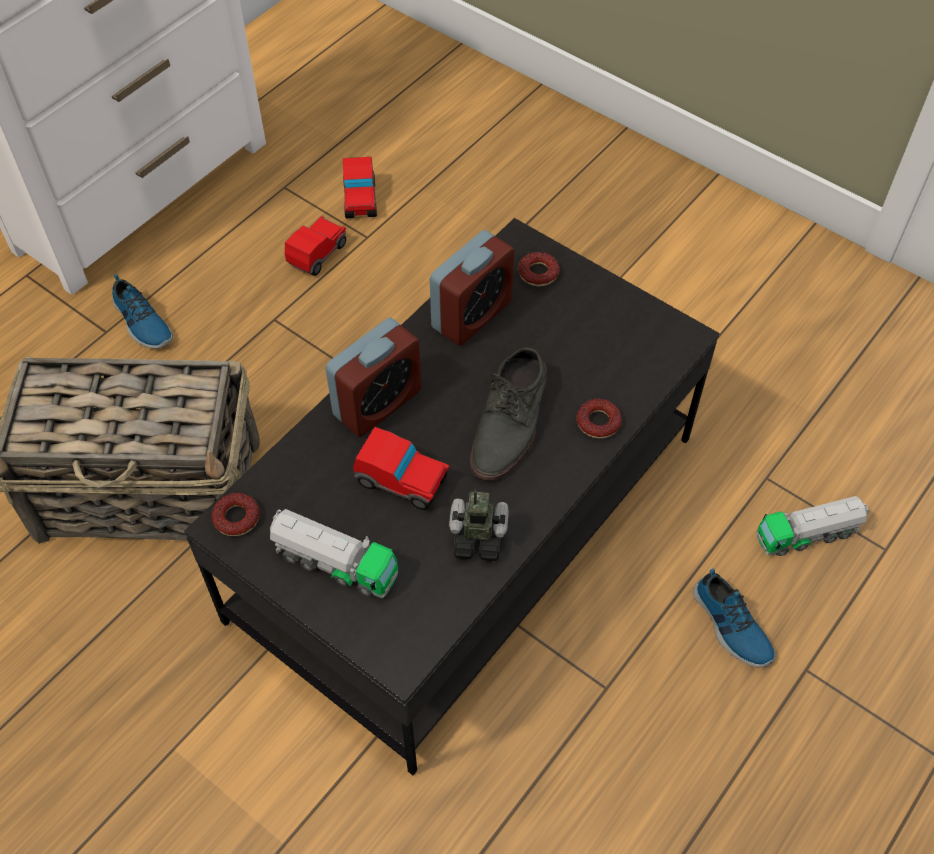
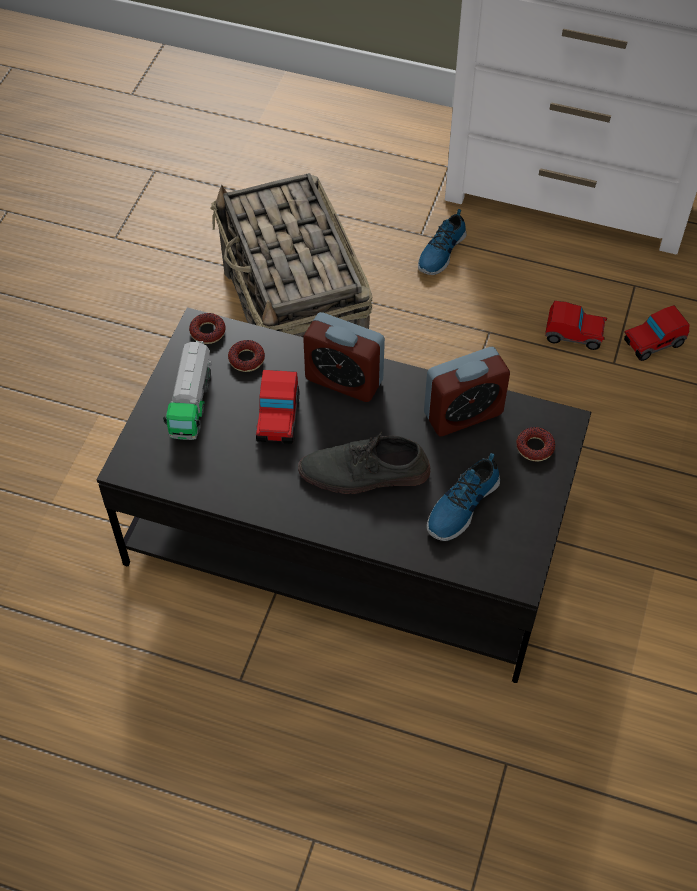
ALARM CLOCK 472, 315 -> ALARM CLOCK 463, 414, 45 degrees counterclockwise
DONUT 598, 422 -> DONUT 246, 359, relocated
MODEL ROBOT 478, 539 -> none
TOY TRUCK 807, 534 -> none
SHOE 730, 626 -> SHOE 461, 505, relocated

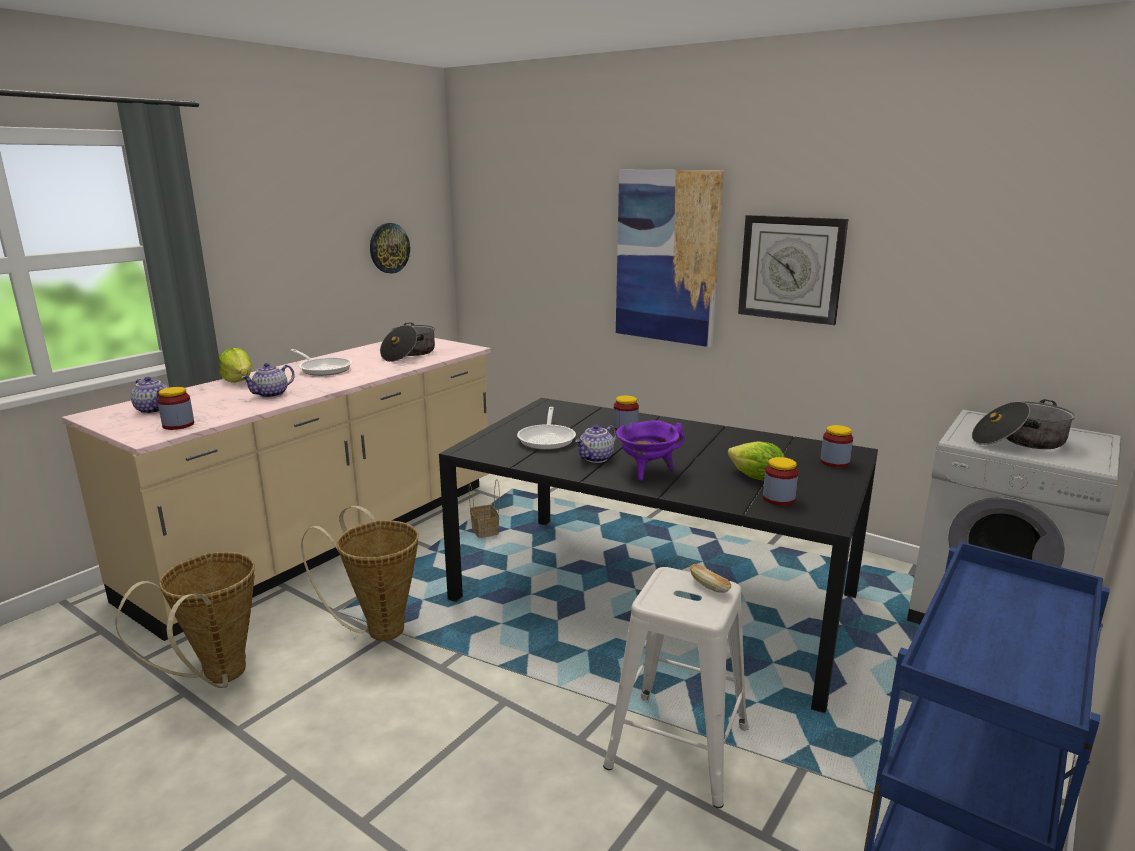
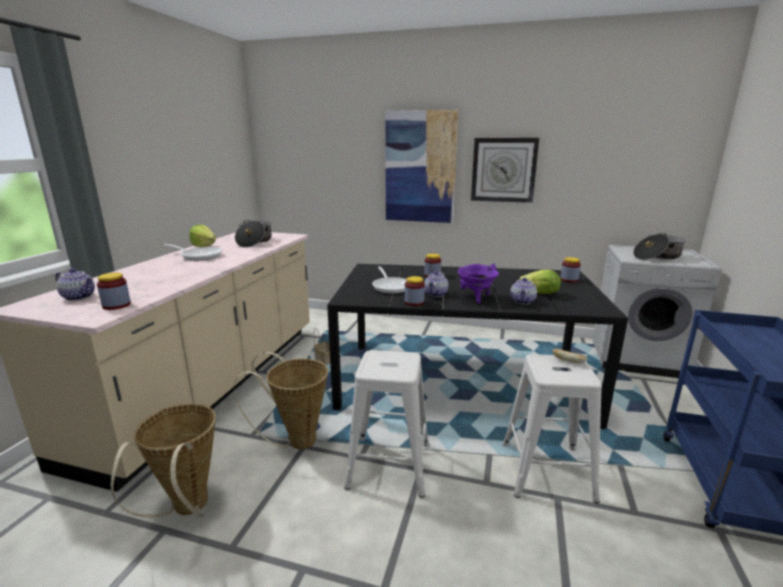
CLOCK ON THE WALL 389, 248 -> none
LETTUCE 239, 380 -> LETTUCE 204, 246, relocated
TEA POT 271, 395 -> TEA POT 523, 301, relocated
PRESERVE JAR 778, 499 -> PRESERVE JAR 414, 302, relocated
none -> WHITE-COLOURED STOOL 389, 465

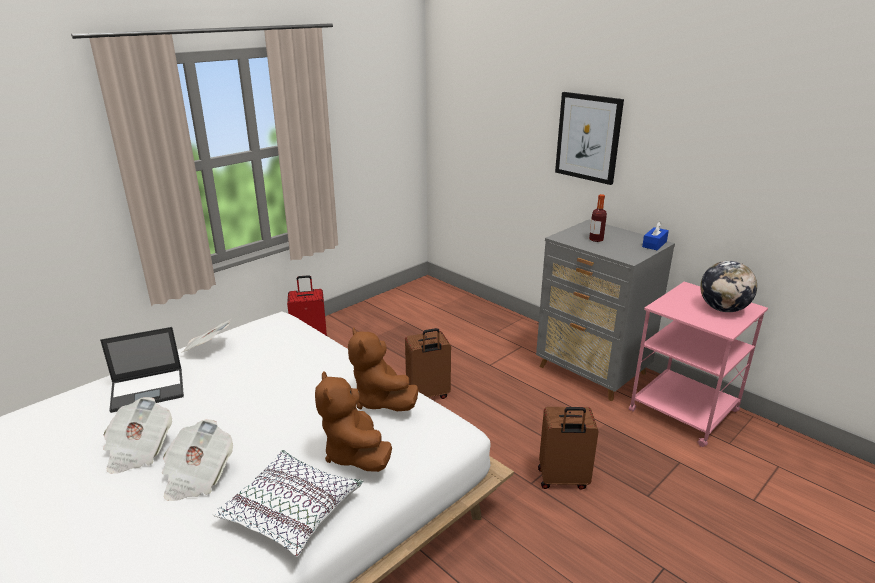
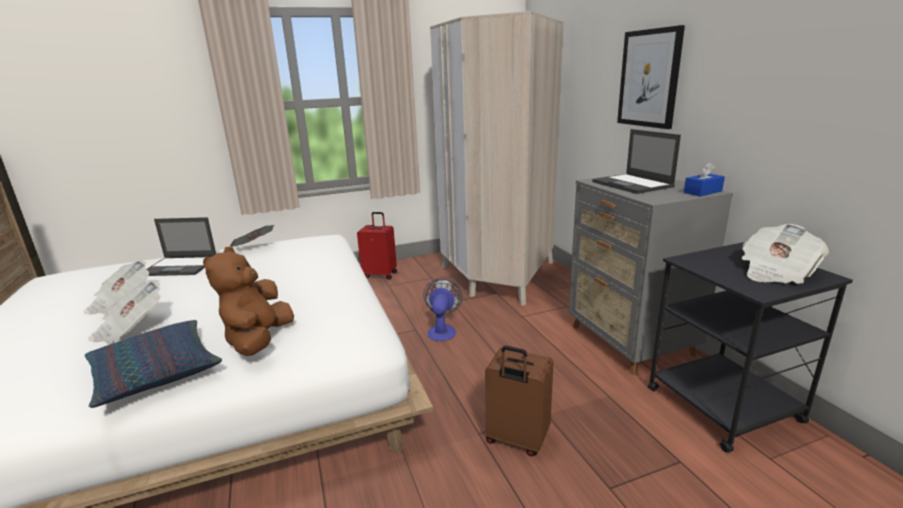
BEVERAGE BOTTLE 596, 239 -> LAPTOP 633, 184
WORLD GLOBE 723, 309 -> PRINTED PAPER 775, 272
PINK-COLOURED TROLLEY 685, 412 -> BLACK TROLLEY 724, 406
BROWNISH SOFT TOY 381, 400 -> none
BROWNISH PIECE OF LUGGAGE 427, 395 -> ELECTRIC FAN 442, 330
WHITE-COLOURED PILLOW 291, 511 -> BLUISH PILLOW 155, 372
none -> BEIGE CLOTHES CUPBOARD 495, 273

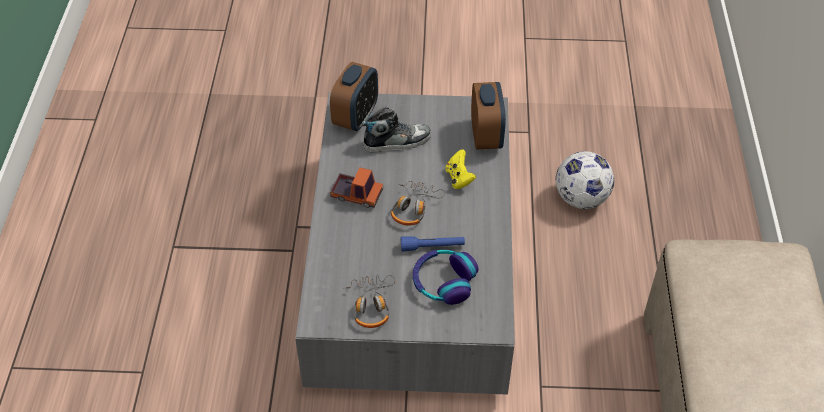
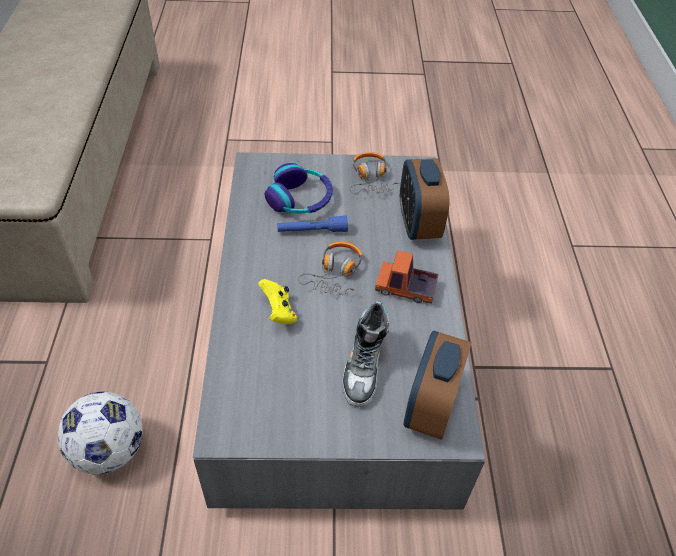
ALARM CLOCK 486, 136 -> ALARM CLOCK 418, 224, relocated
SHOE 397, 141 -> SHOE 364, 366, 60 degrees counterclockwise

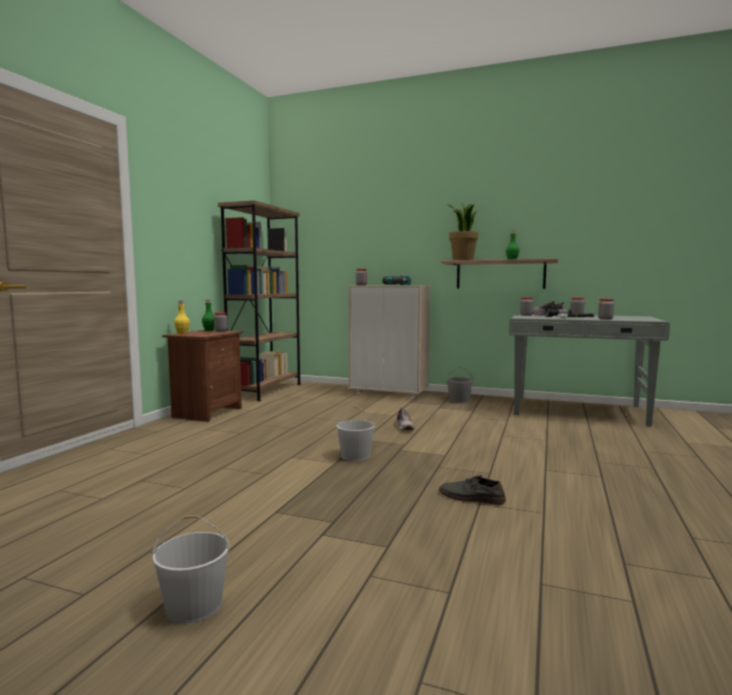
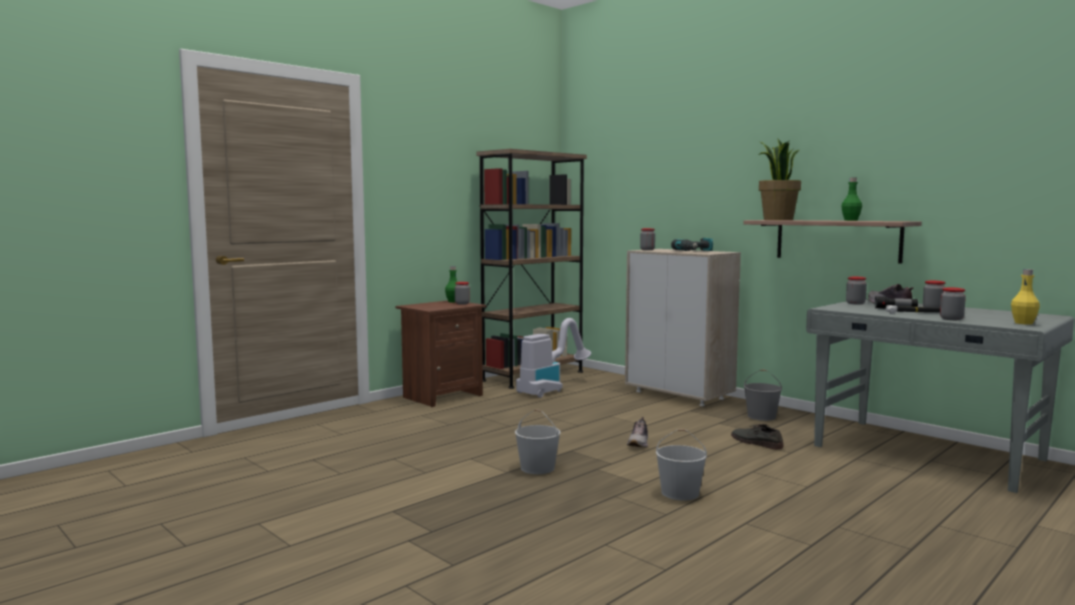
YELLOW BEVERAGE BOTTLE 182, 333 -> YELLOW BEVERAGE BOTTLE 1023, 323, relocated
GRAY SHOE 471, 498 -> GRAY SHOE 756, 442, relocated
WHITE-COLOURED WATER BUCKET 195, 605 -> WHITE-COLOURED WATER BUCKET 680, 493, relocated
none -> HOOVER 551, 389

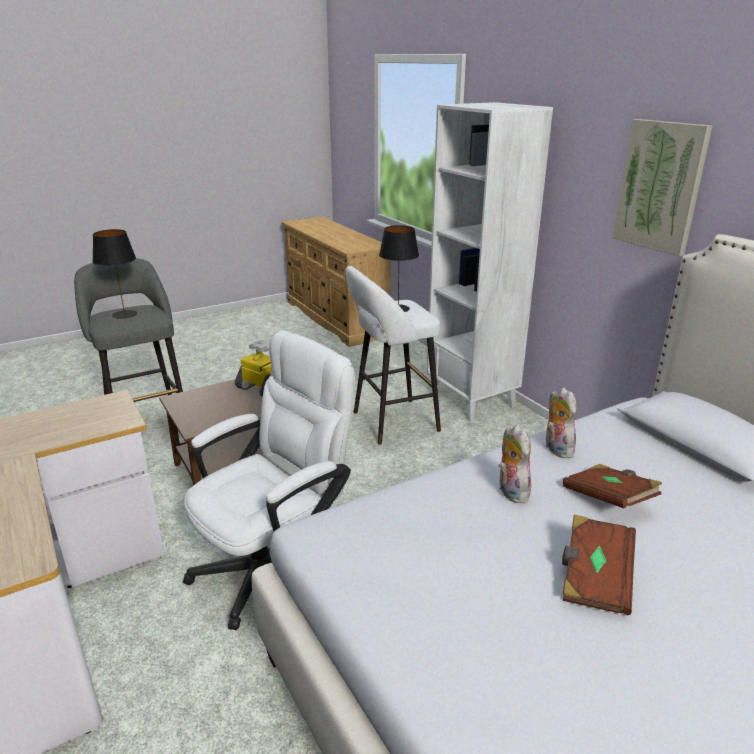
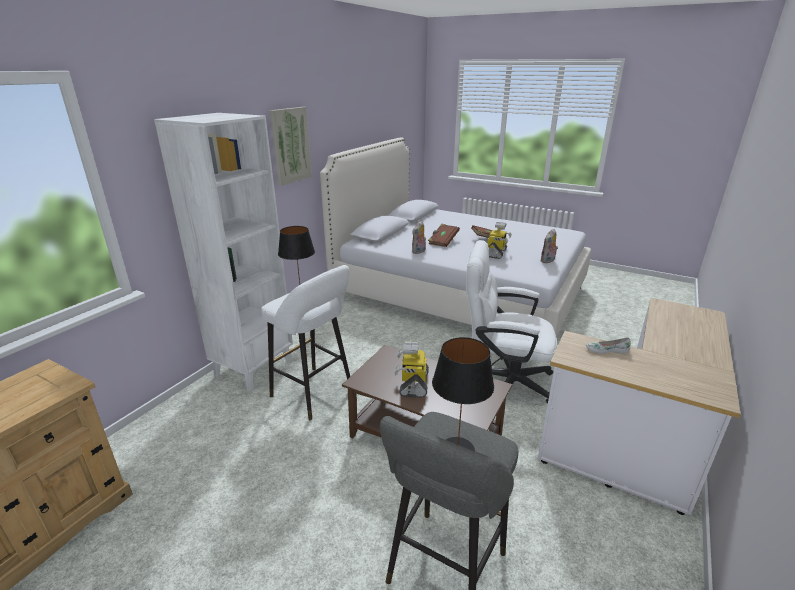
SOFT TOY 510, 492 -> SOFT TOY 548, 261, relocated
none -> MODEL ROBOT 496, 253
none -> WHITE-COLOURED SHOE 606, 350

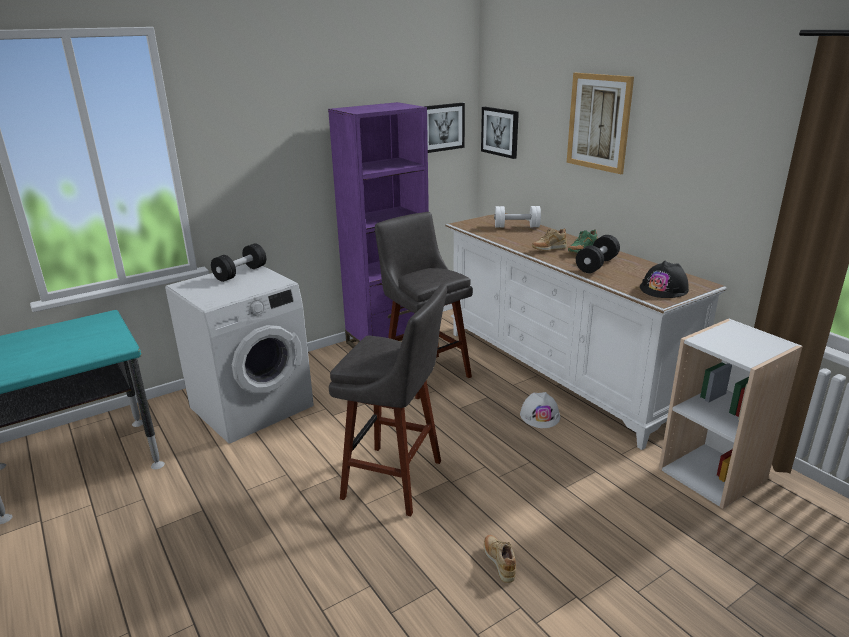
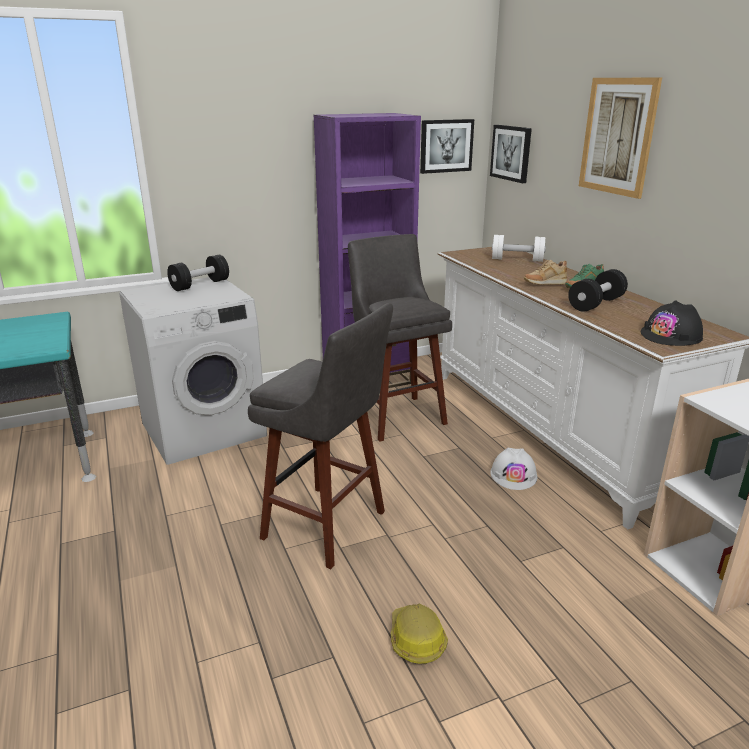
BEIGE SHOE 499, 563 -> HARD HAT 416, 639

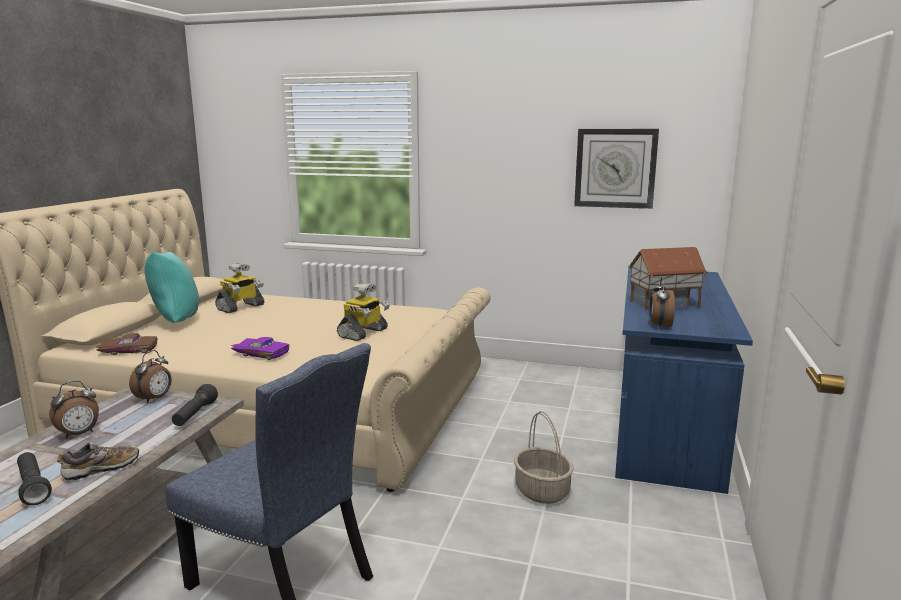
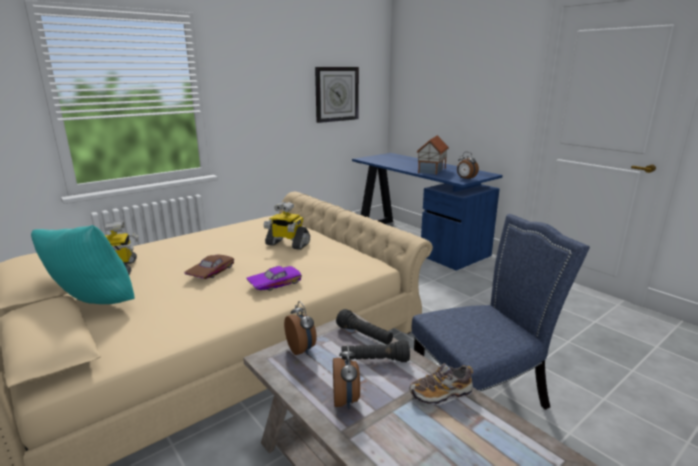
MODEL ROBOT 363, 333 -> MODEL ROBOT 287, 244, 135 degrees clockwise
BROWNISH TOY CAR 129, 350 -> BROWNISH TOY CAR 210, 272, relocated
HOUSEHOLD BASKET 542, 491 -> none
SHOE 101, 470 -> SHOE 441, 394, 105 degrees counterclockwise
BLACK HAND TORCH 33, 487 -> BLACK HAND TORCH 374, 361, relocated

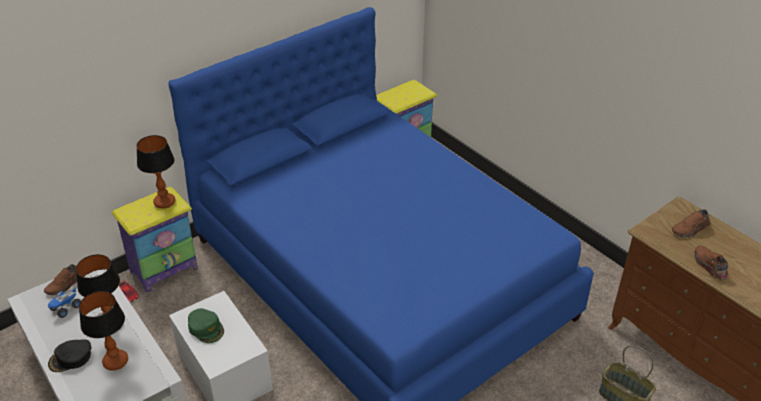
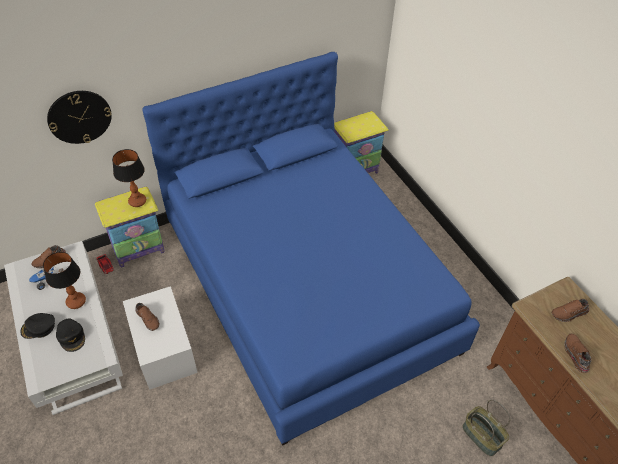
TABLE LAMP 115, 361 -> BLACK BASEBALL CAP 71, 336
GREEN-COLOURED BASEBALL CAP 206, 328 -> BROWNISH SHOE 148, 319
none -> CLOCK ON THE WALL 79, 117

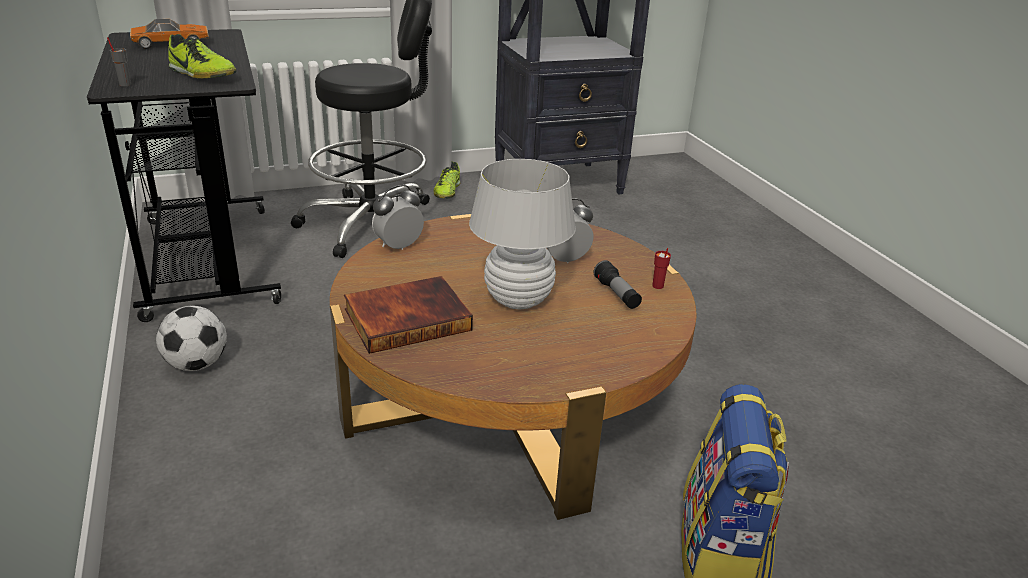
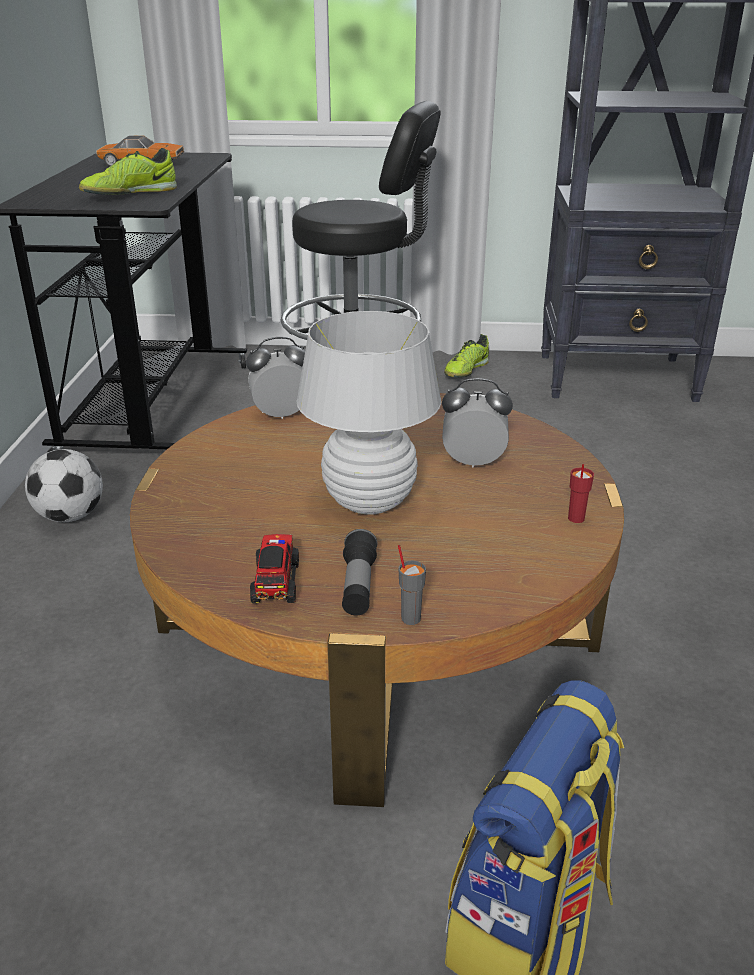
SHOE 202, 75 -> SHOE 130, 194, 75 degrees clockwise
GRAY SMALL CUP 125, 84 -> GRAY SMALL CUP 410, 618, relocated
HAND TORCH 616, 294 -> HAND TORCH 358, 586, relocated
BOOK 407, 318 -> none
none -> TOY TRUCK 276, 582

